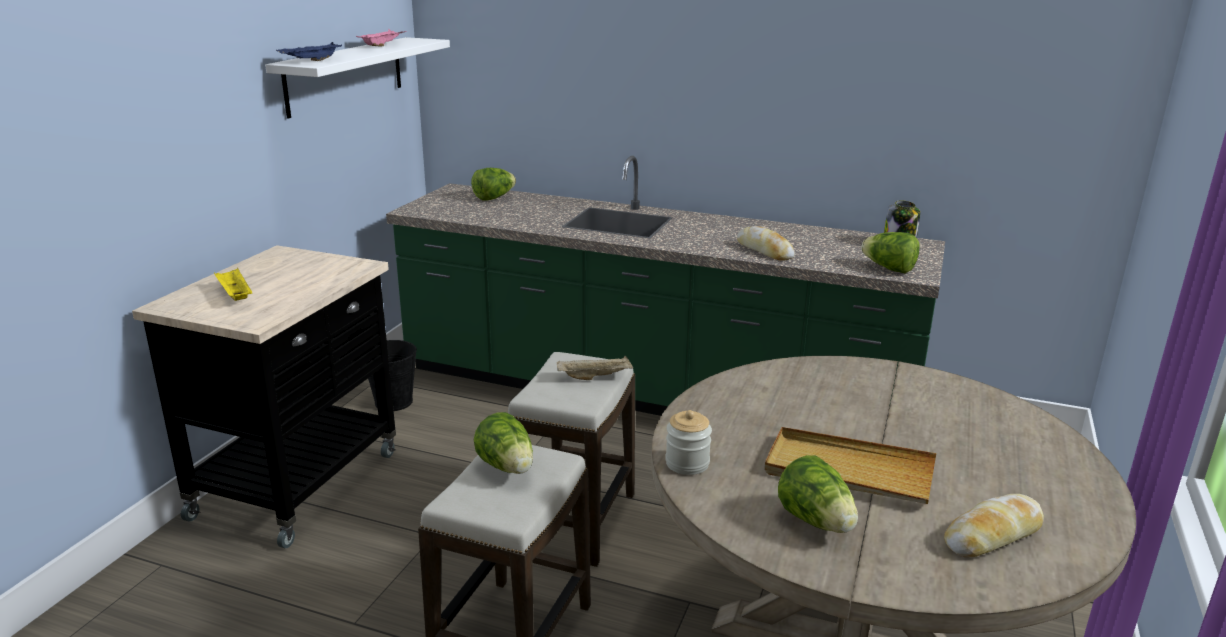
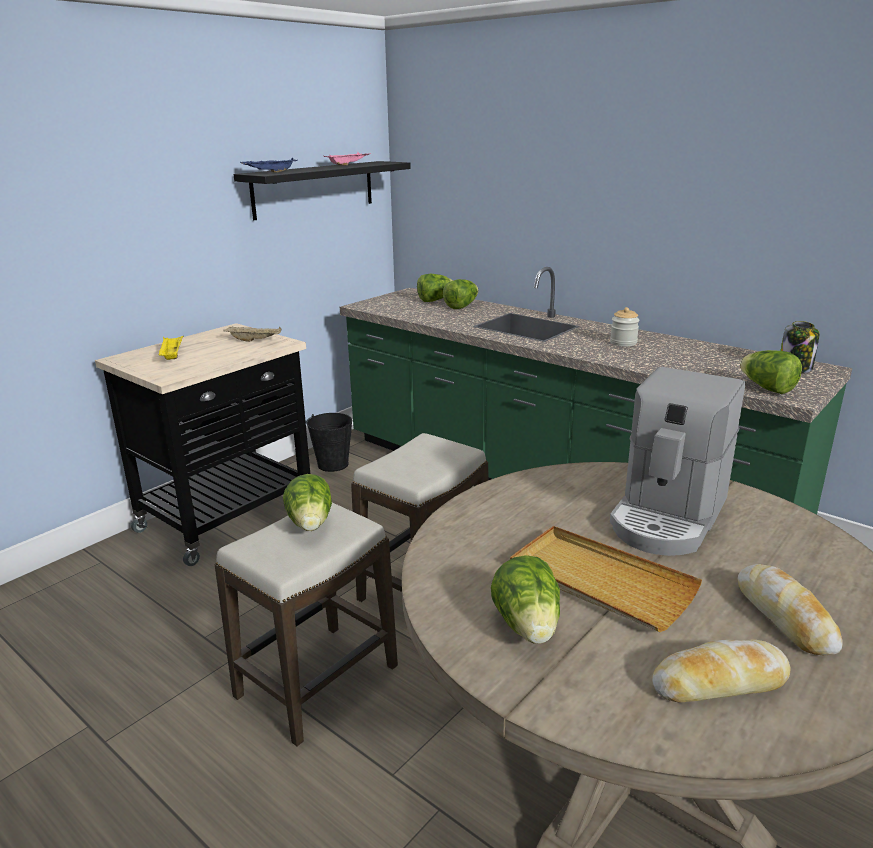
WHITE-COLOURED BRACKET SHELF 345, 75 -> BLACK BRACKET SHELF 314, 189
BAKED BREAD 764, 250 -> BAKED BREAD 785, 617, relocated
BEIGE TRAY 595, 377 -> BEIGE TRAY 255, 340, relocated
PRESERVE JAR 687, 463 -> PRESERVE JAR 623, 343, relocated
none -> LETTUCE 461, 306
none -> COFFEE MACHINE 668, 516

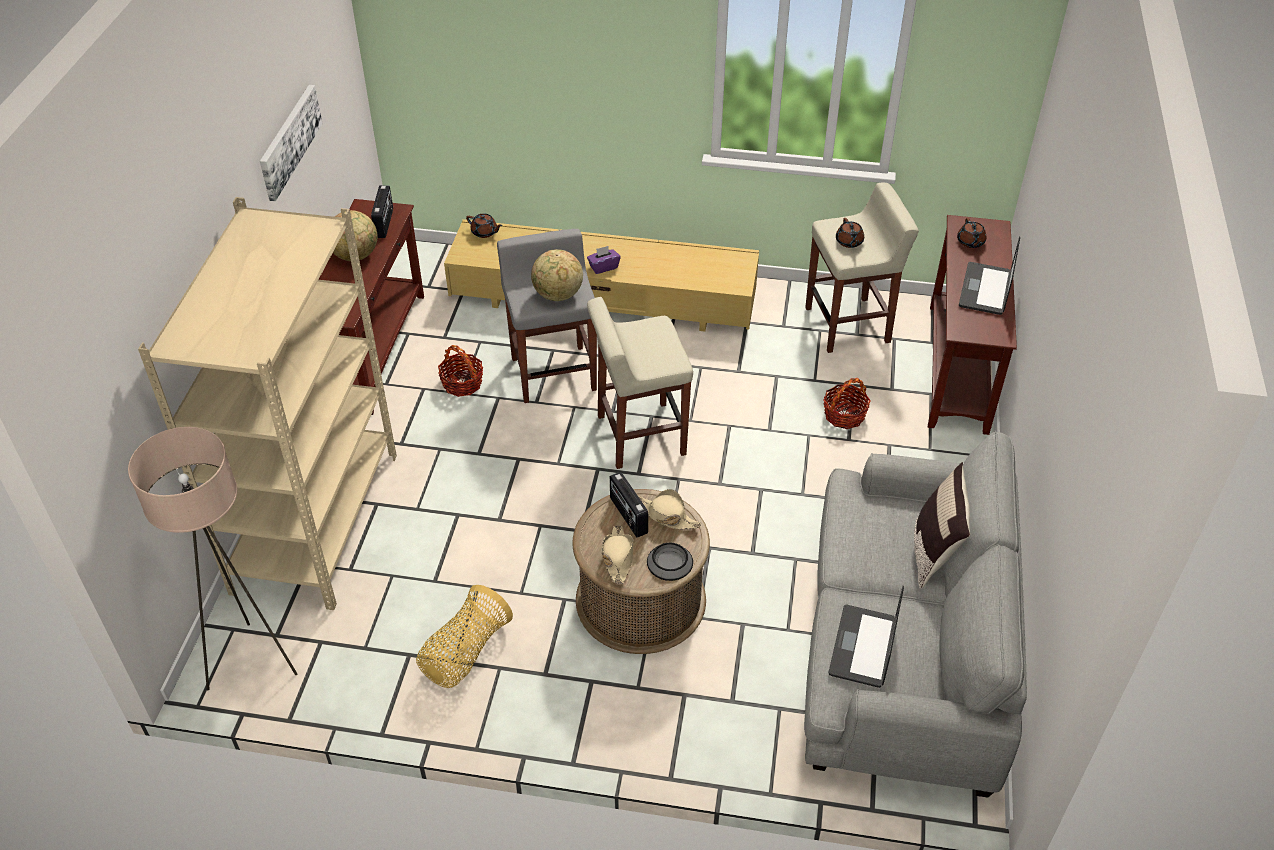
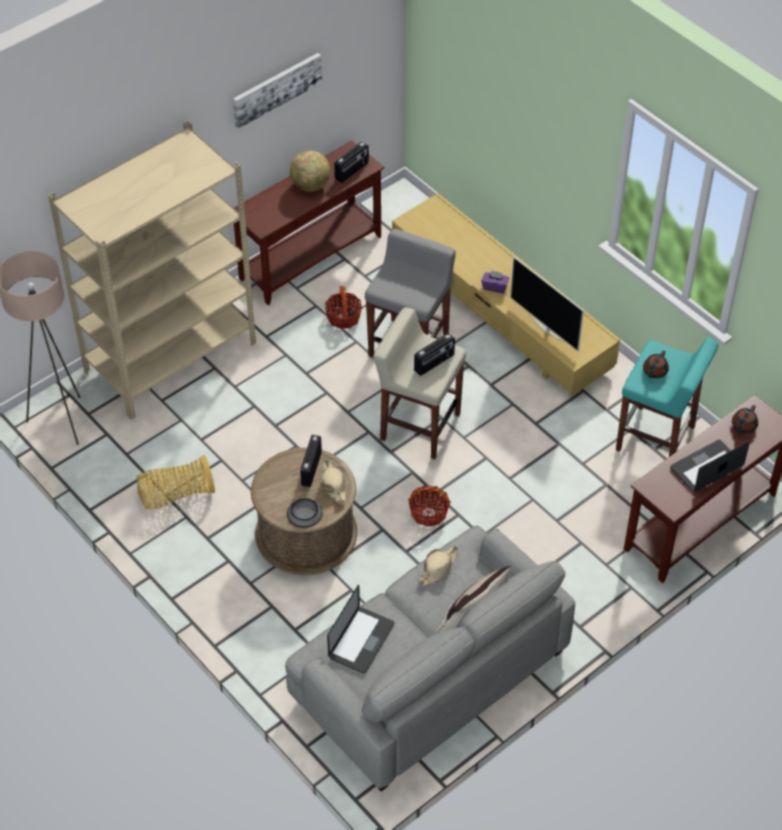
BEIGE STOOL 849, 325 -> BLUE-GREEN STOOL 656, 439
BROWNISH TEA POT 484, 232 -> none
WORLD GLOBE 558, 295 -> none
HOUSEHOLD BASKET 844, 415 -> HOUSEHOLD BASKET 428, 512, relocated
BEIGE CLOTHING HAT 618, 557 -> BEIGE CLOTHING HAT 438, 568, relocated
LAPTOP 862, 647 -> LAPTOP 361, 641, 150 degrees clockwise
none -> TV SET 546, 327
none -> RADIO SET 434, 363

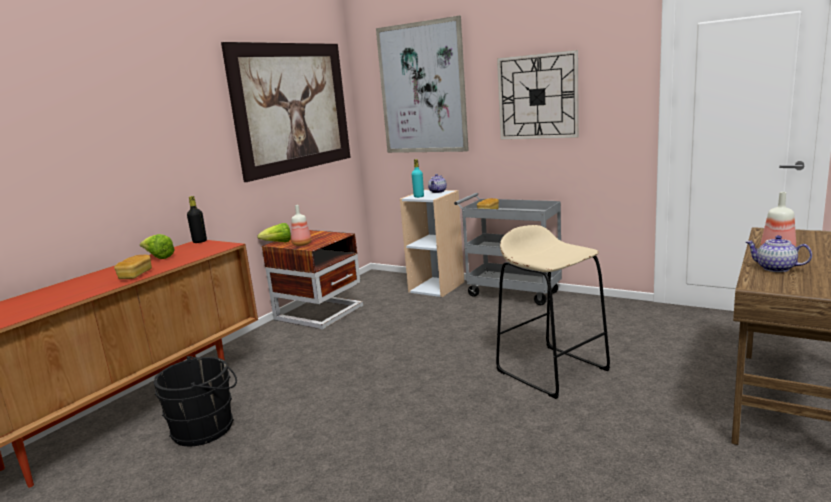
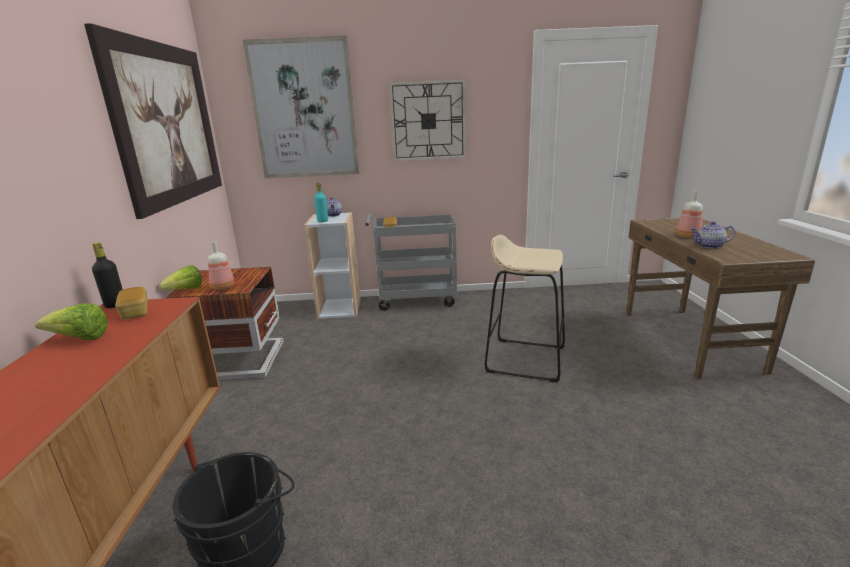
BAKED BREAD 135, 275 -> BAKED BREAD 135, 312, relocated

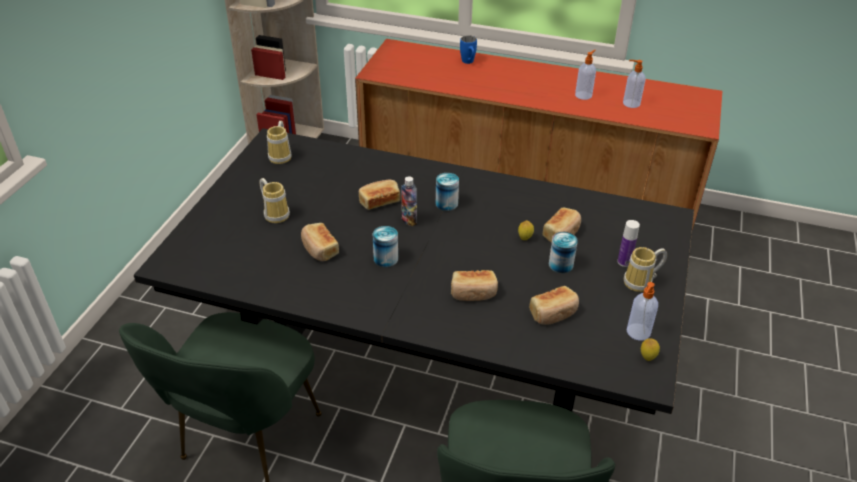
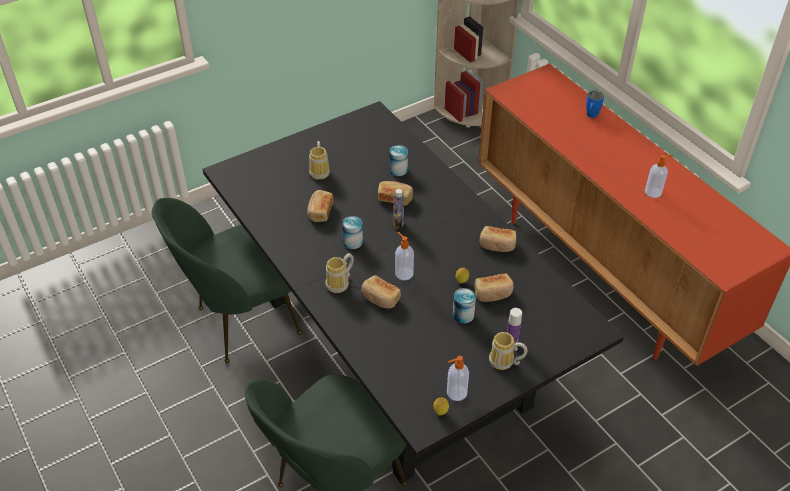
SOAP DISPENSER 630, 103 -> SOAP DISPENSER 403, 273, relocated
COFFEE MUG 282, 156 -> COFFEE MUG 340, 284, relocated
METAL CAN 446, 203 -> METAL CAN 398, 170, relocated
BAKED BREAD 553, 313 -> BAKED BREAD 497, 245, relocated

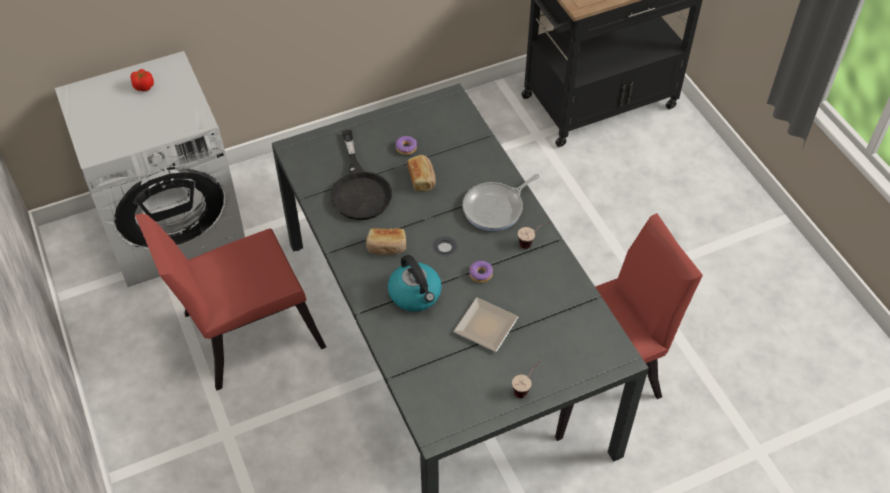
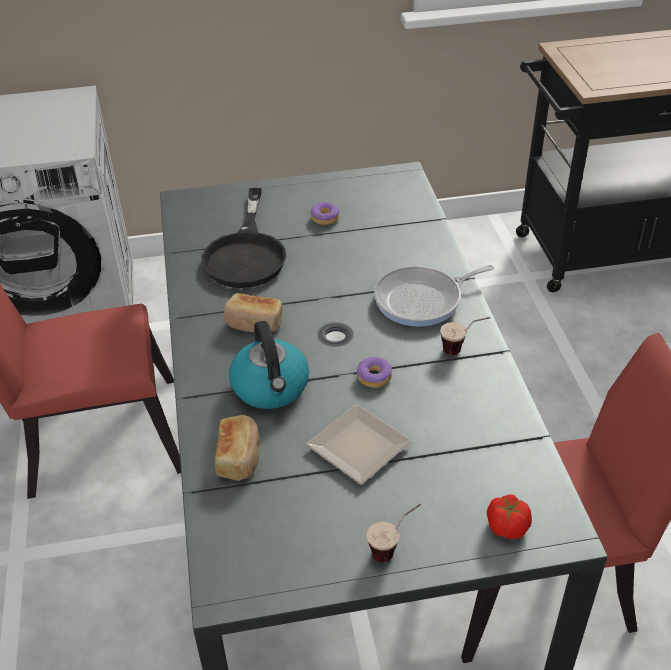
FRESH TOMATO 143, 86 -> FRESH TOMATO 506, 526, relocated
BAKED BREAD 422, 179 -> BAKED BREAD 239, 457, relocated

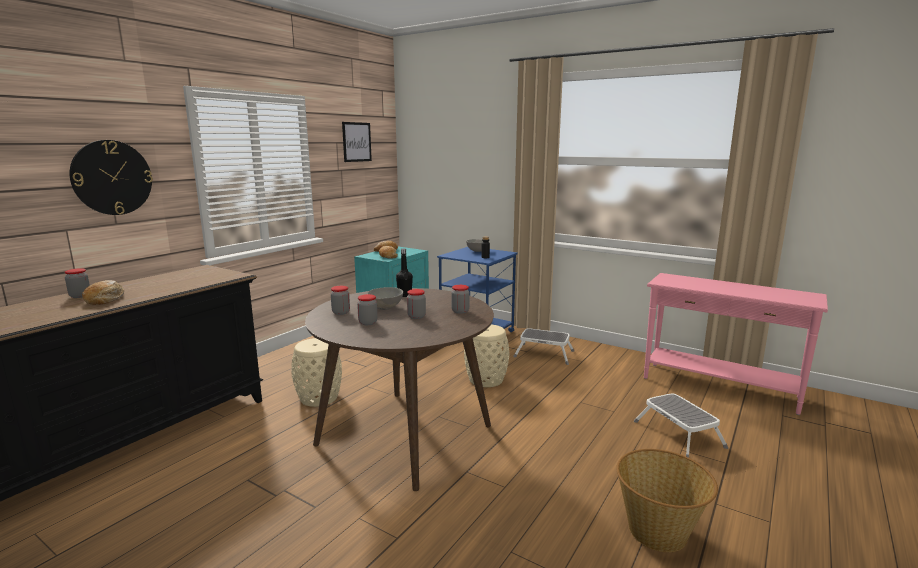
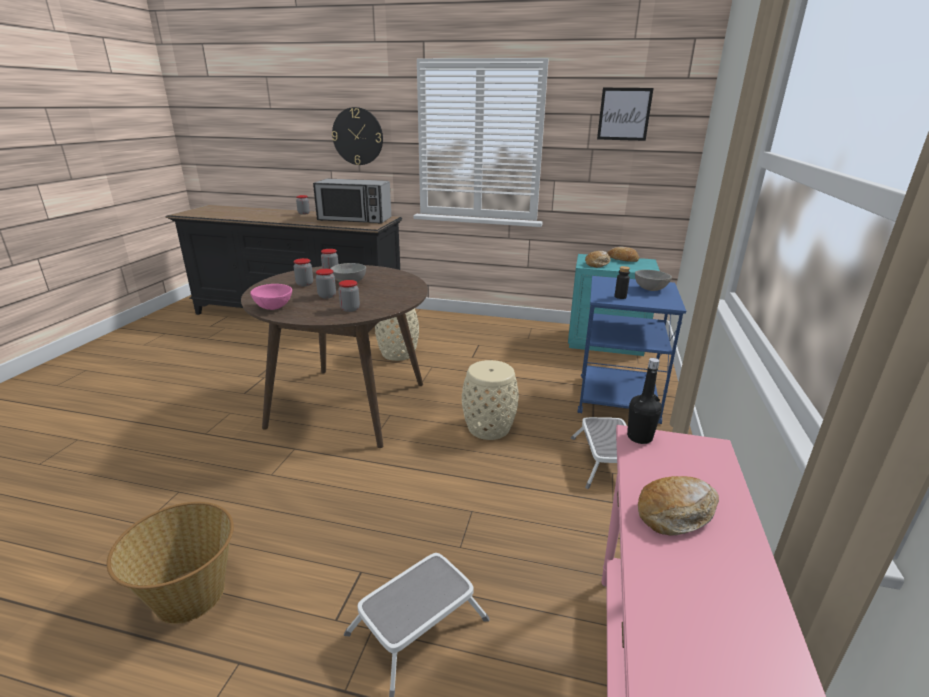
BLACK BEVERAGE BOTTLE 404, 295 -> BLACK BEVERAGE BOTTLE 639, 437, relocated
BAKED BREAD 105, 299 -> BAKED BREAD 676, 513, relocated
none -> MICROWAVE 354, 219
none -> PINK-COLOURED SERVING BOWL 274, 307

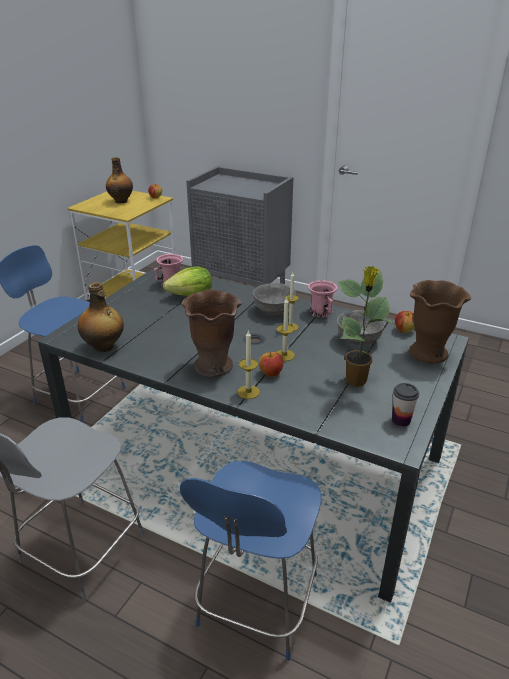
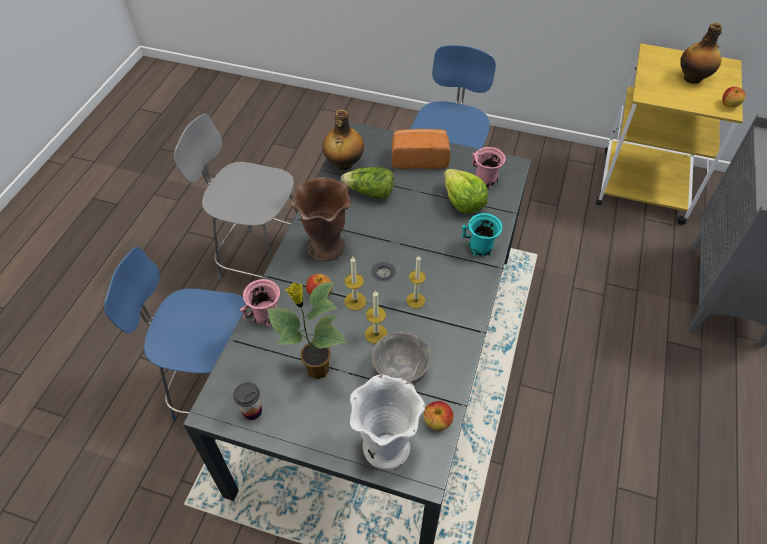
PINK-COLOURED COFFEE MUG 321, 312 -> PINK-COLOURED COFFEE MUG 266, 315, relocated
BROWNISH VASE 427, 353 -> WHITE-COLOURED VASE 386, 446
GRAY SERVING BOWL 274, 310 -> none
WAX LIGHT 248, 392 -> WAX LIGHT 376, 334, relocated
none -> BAKED BREAD 419, 158
none -> LETTUCE 370, 192
none -> BLUE-GREEN COFFEE MUG 481, 248

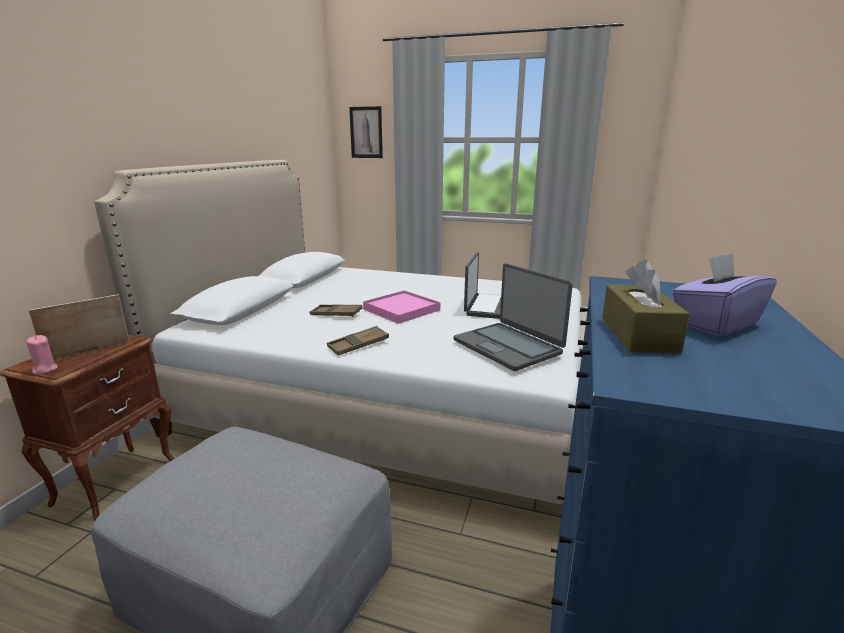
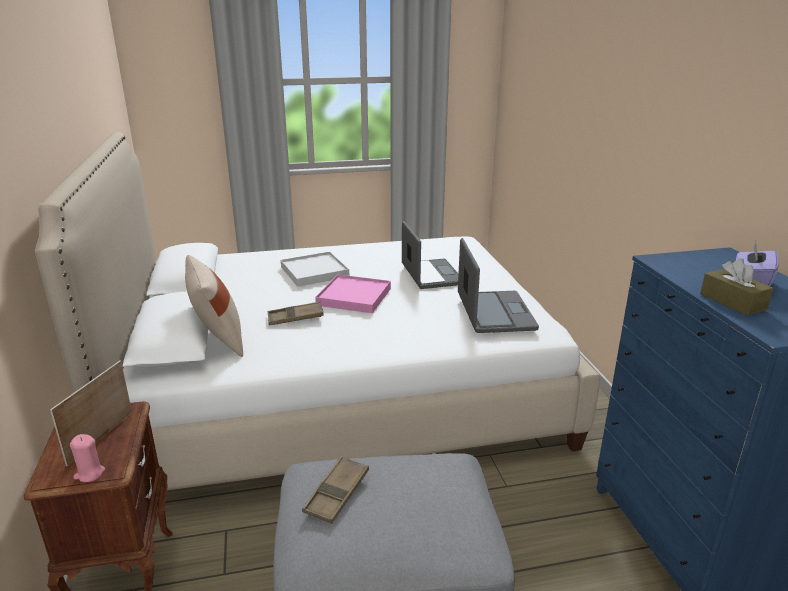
WALL ART 366, 132 -> none
LAPTOP 508, 346 -> LAPTOP 494, 313, 120 degrees counterclockwise
BROWNISH TRAY 358, 345 -> BROWNISH TRAY 337, 493, relocated
none -> WHITE-COLOURED TRAY 314, 272
none -> BEIGE PILLOW 218, 340

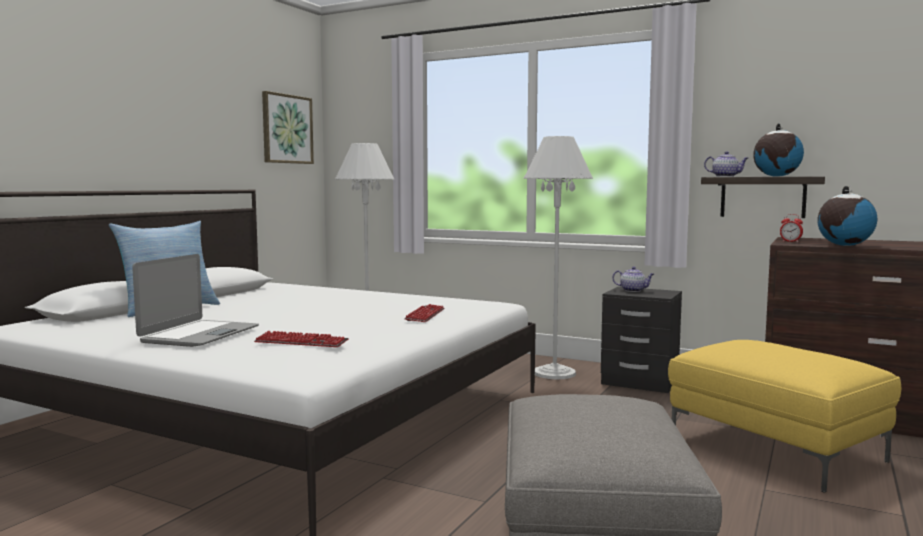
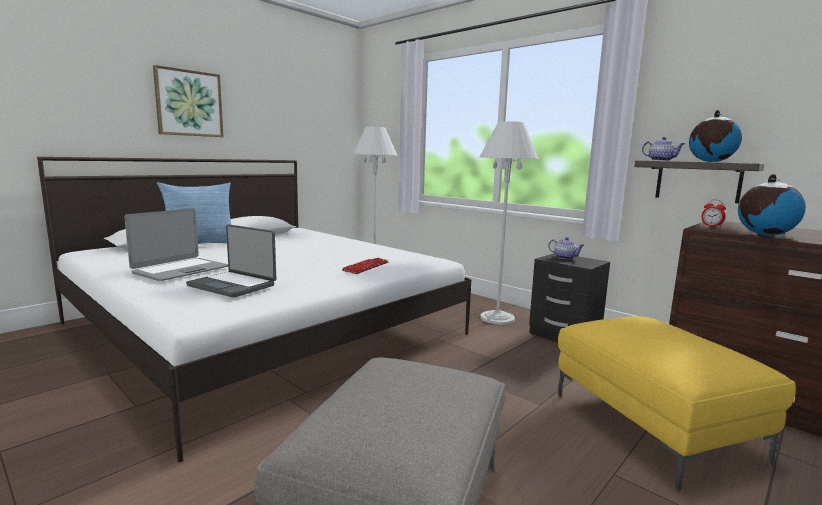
WALL ART 287, 129 -> WALL ART 189, 103, relocated
PC KEYBOARD 301, 342 -> LAPTOP 233, 285

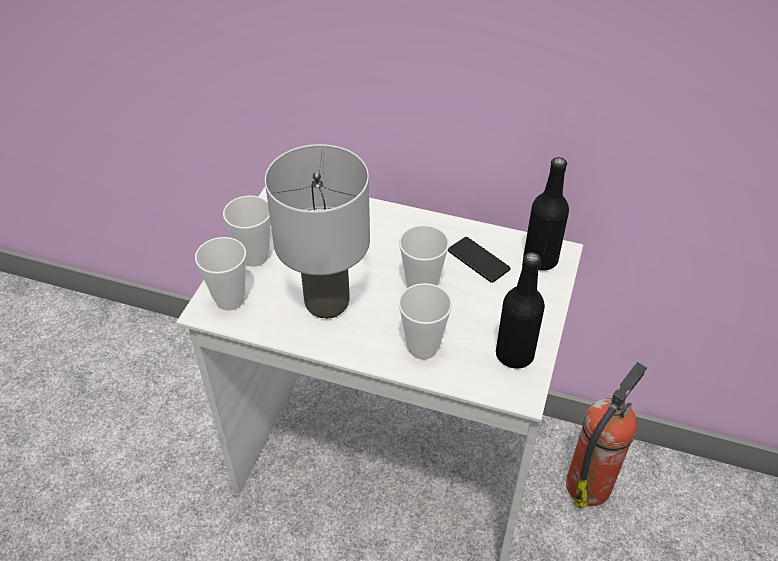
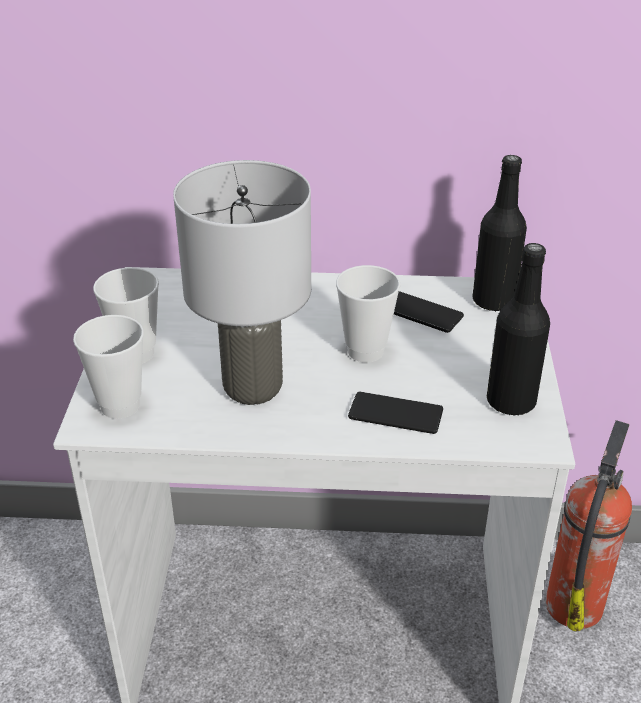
SMALL CUP 423, 347 -> PHONE 395, 414

